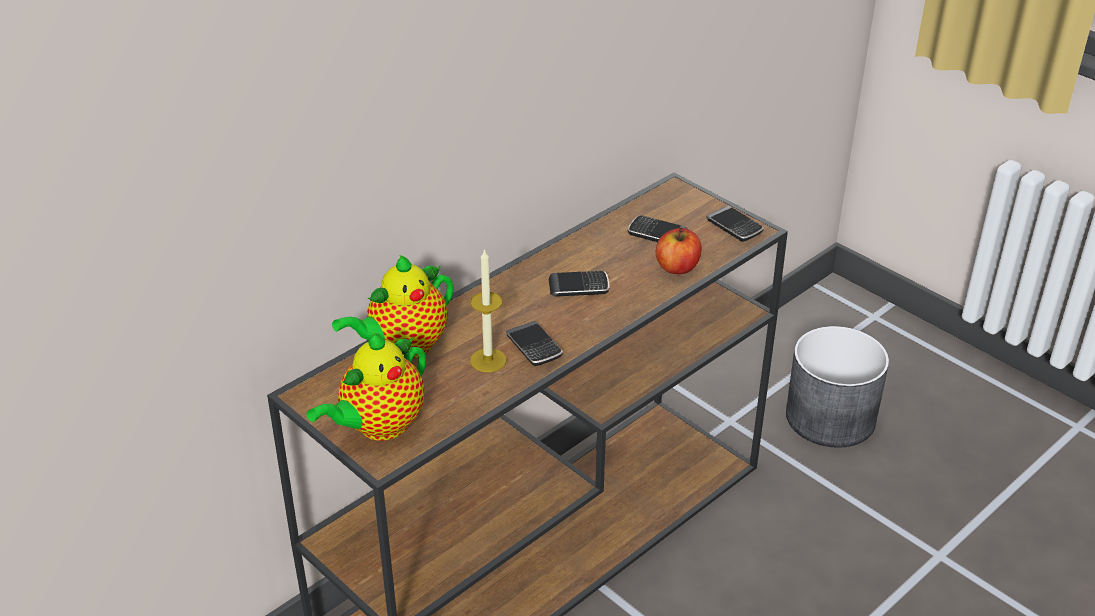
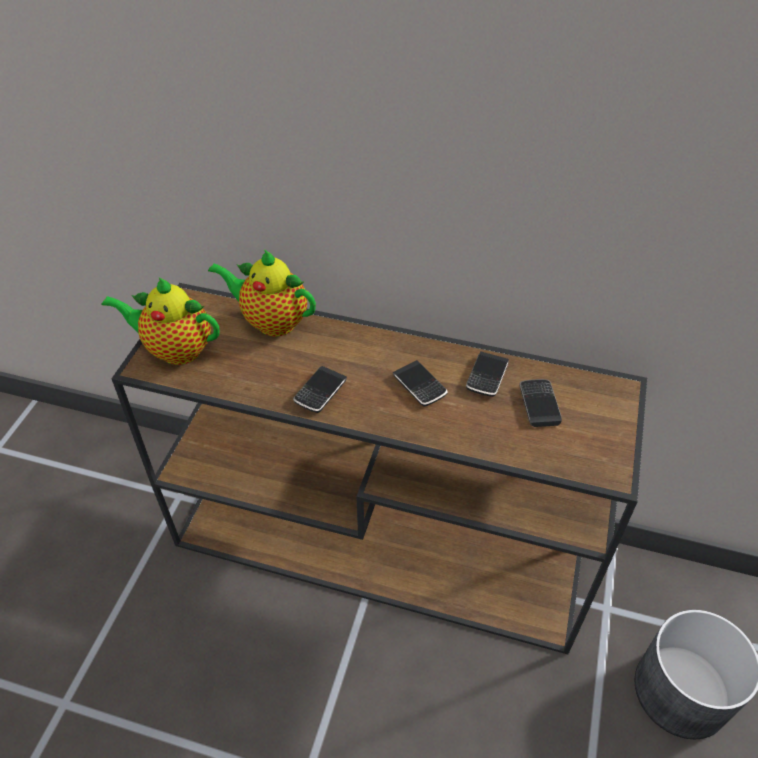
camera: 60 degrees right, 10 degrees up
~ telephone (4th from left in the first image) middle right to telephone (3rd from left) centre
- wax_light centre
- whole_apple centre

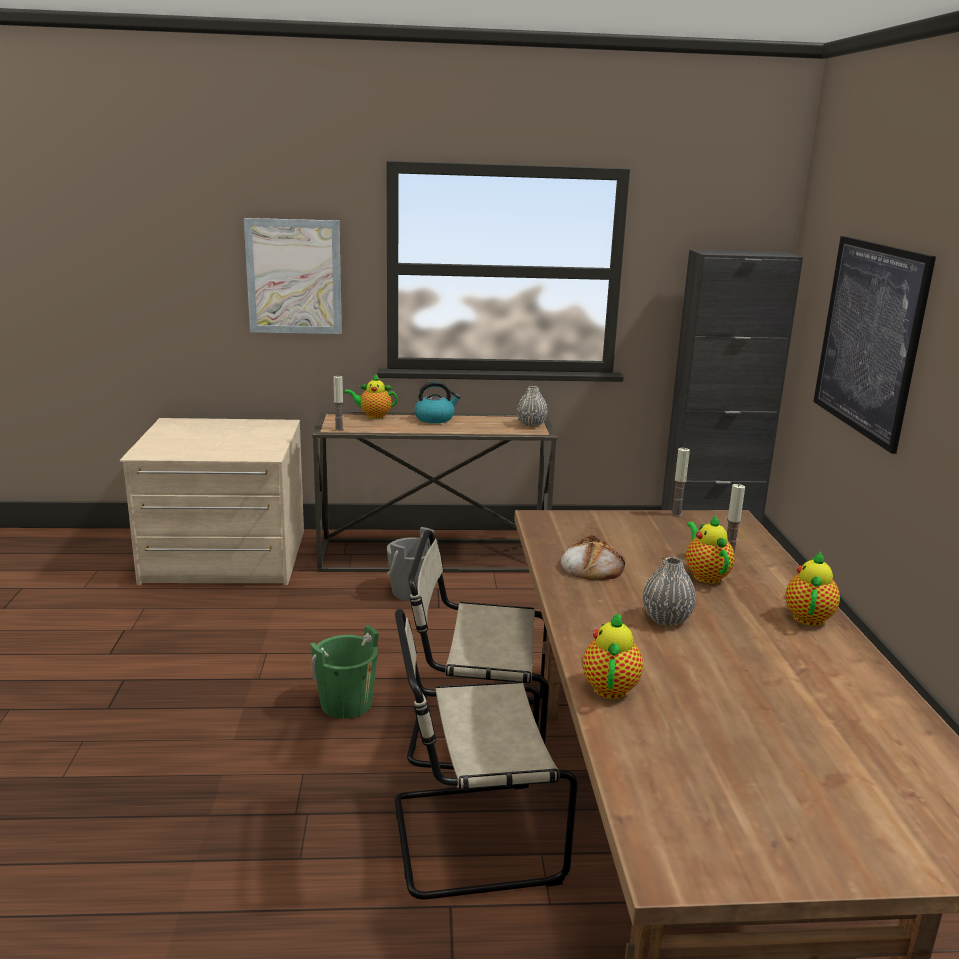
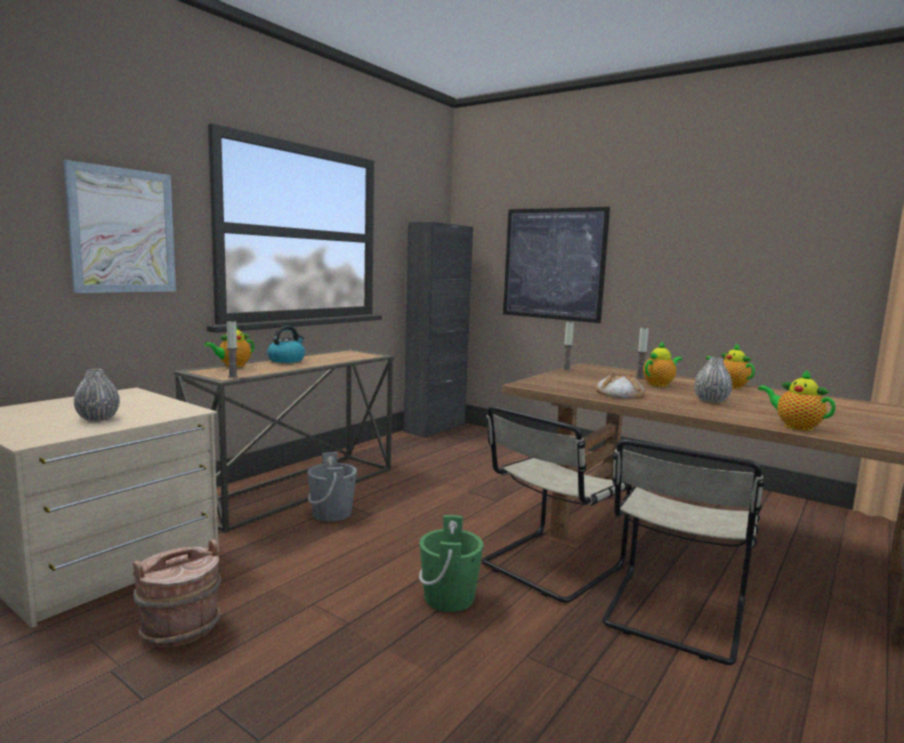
camera: 50 degrees left, 10 degrees down
~ grey_decorative_vase (1st from left) centre to middle left
+ brown_water_bucket bottom left
~ pot_for_tea (3rd from left in the first image) middle right = middle right 120 degrees clockwise

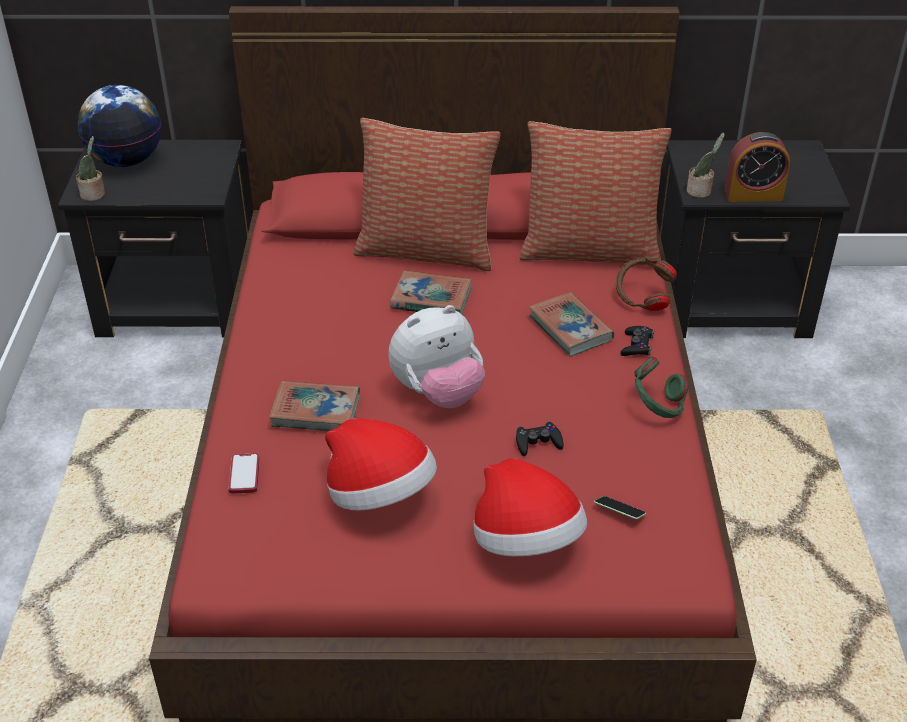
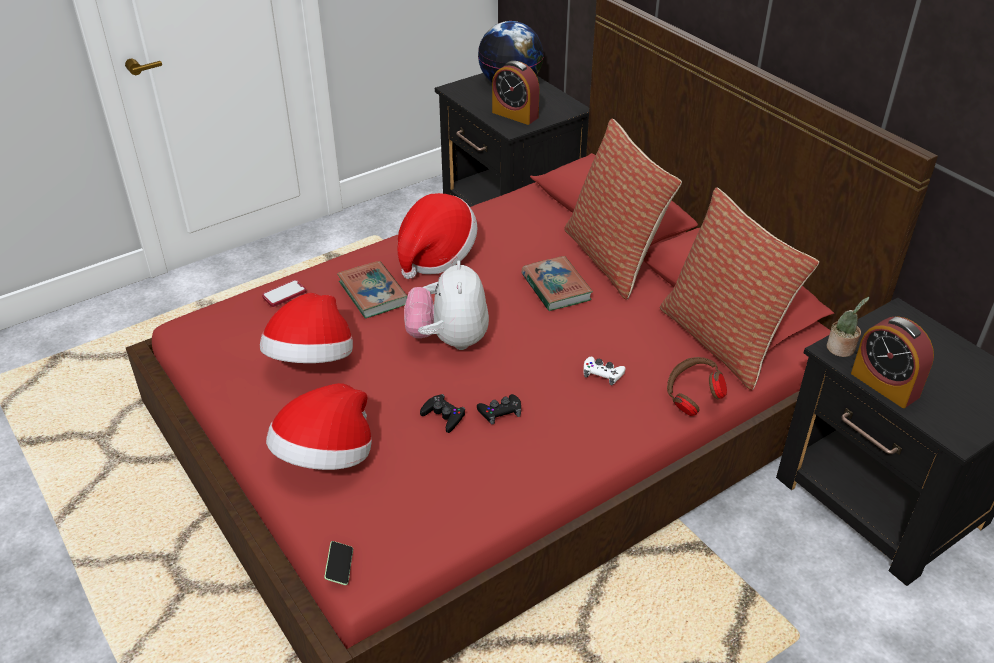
camera: 55 degrees right, 0 degrees up
~ telephone (2nd from left) bottom right to bottom centre
+ wearable_hat (3rd from left) centre
~ cuddly_toy centre = centre 60 degrees clockwise
~ blackish_joypad (2nd from left) middle right to centre
+ bedside_clock (1st from left) top centre
~ book (3rd from left) centre to whitish_joypad centre
- potted_plant (1st from left) top left
- green-coloured_pair_of_headphones middle right

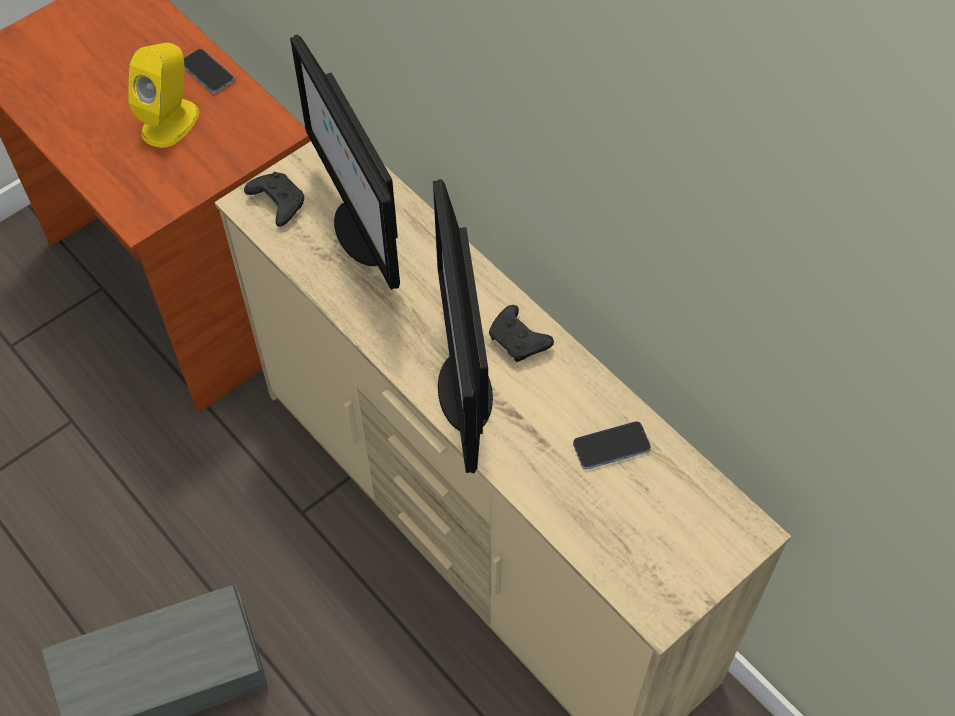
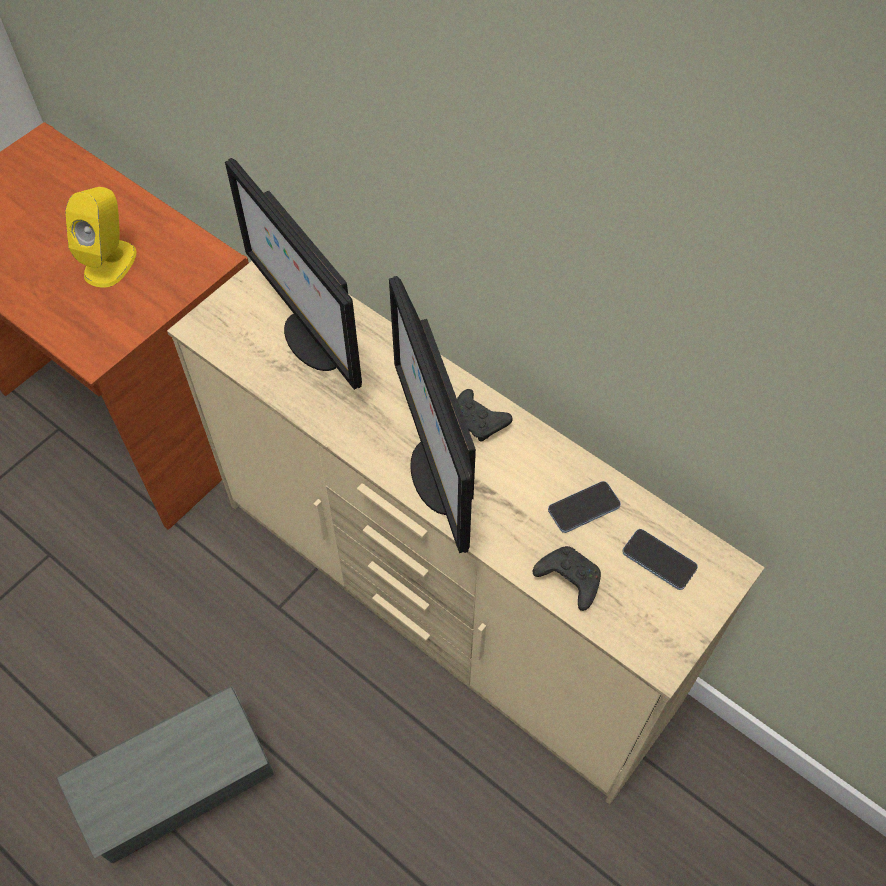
camera: 10 degrees left, 0 degrees up
~ blackish_joypad (1st from left in the first image) top left to blackish_joypad (2nd from left) centre
~ telephone (1st from left in the first image) top left to telephone (2nd from left) middle right

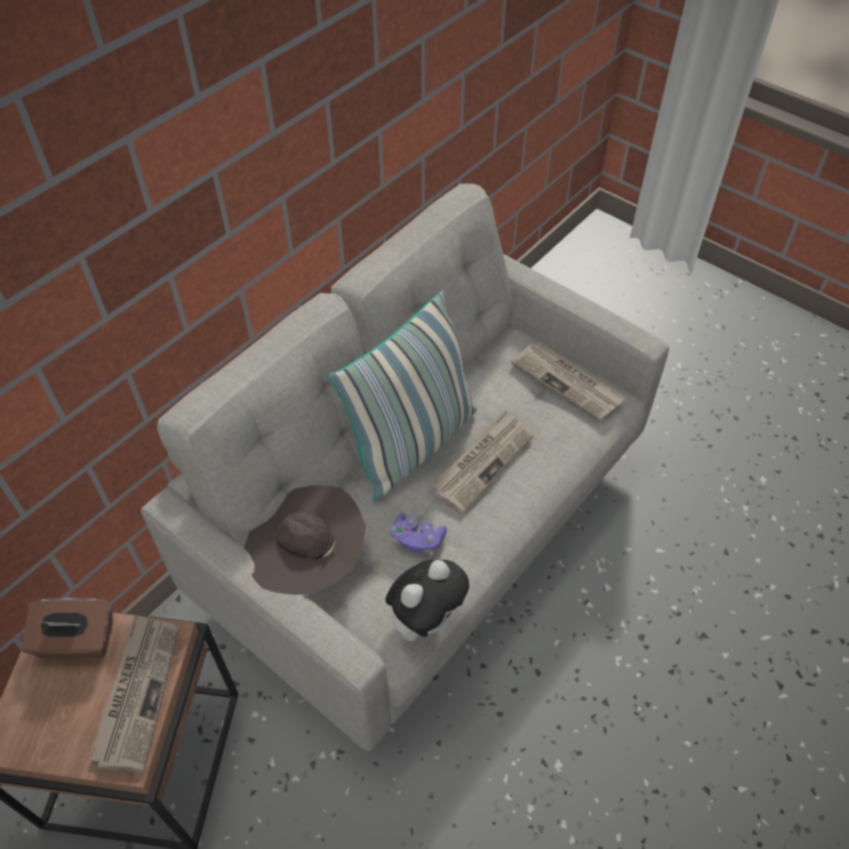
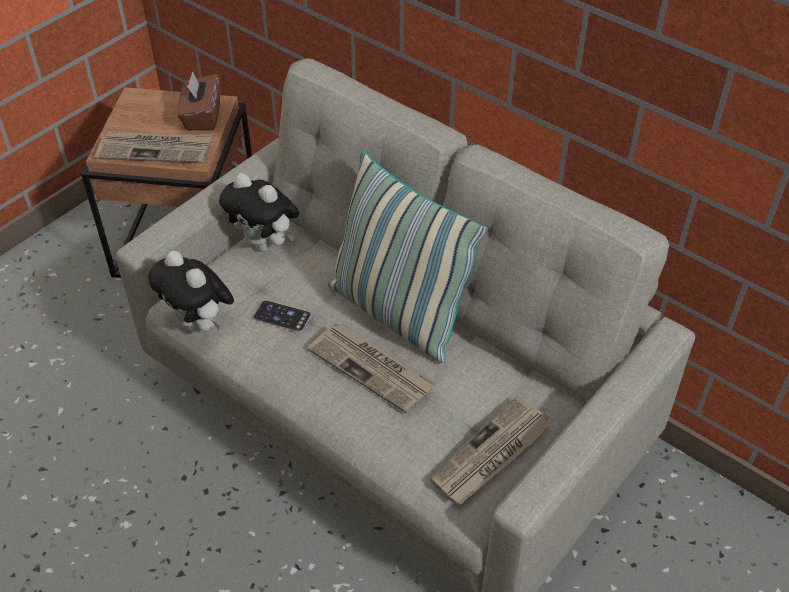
camera: 90 degrees right, 5 degrees down
~ brown_wearable_hat centre to cuddly_toy (2nd from left) middle left
~ purplish_joypad centre to telephone centre

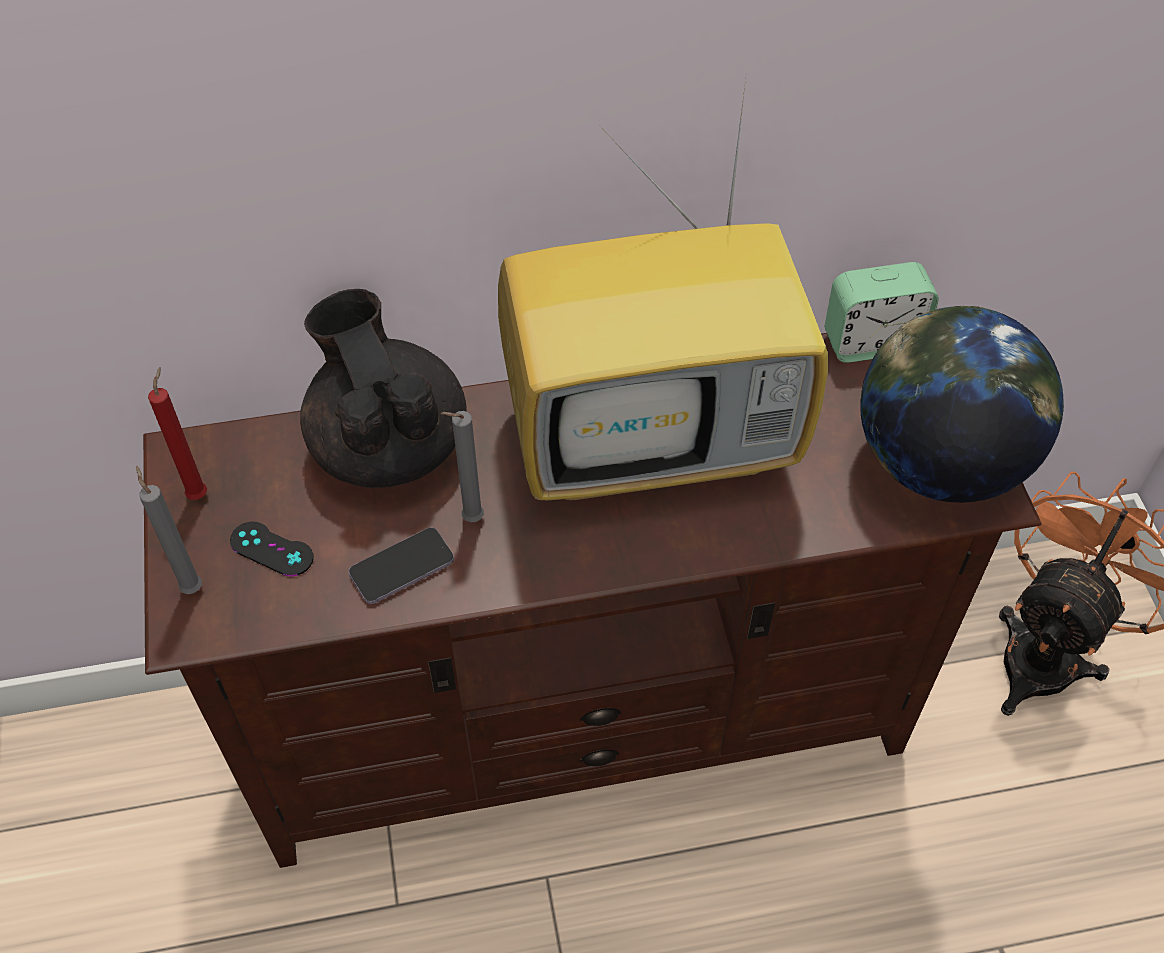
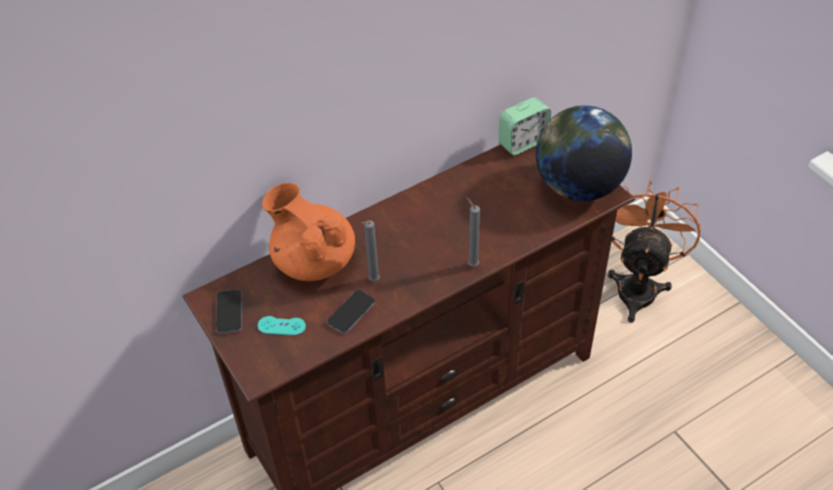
camera: 20 degrees left, 5 degrees down
~ reddish_wax_light middle left to telephone (1st from left) middle left
~ blackish_joypad middle left to turquoise-coloured_joypad centre
~ blackish_pot_for_tea middle left to orange-coloured_pot_for_tea centre
~ grey_wax_light (1st from left in the first image) middle left to grey_wax_light (2nd from left) centre
- TV top centre

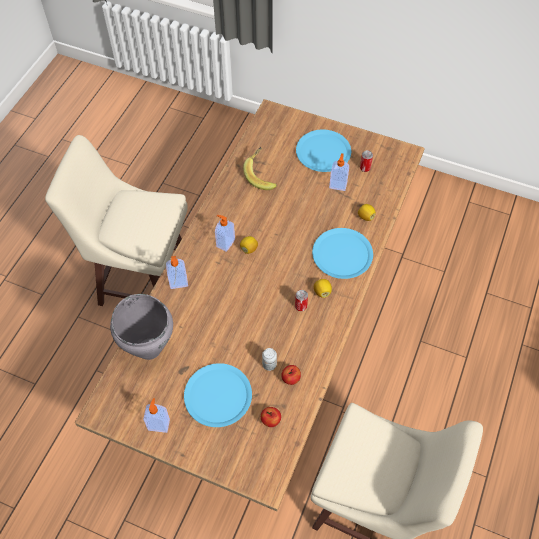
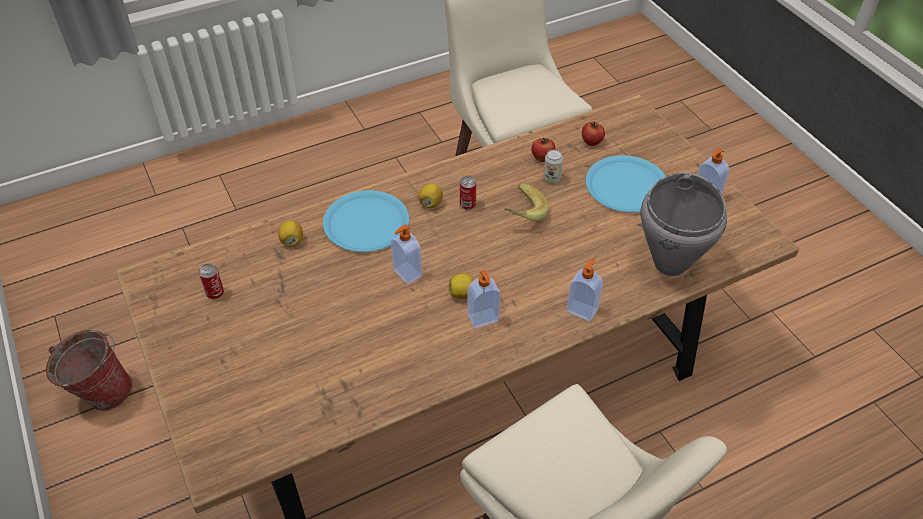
camera: 140 degrees left, 10 degrees down
+ water_bucket bottom left
~ liquid_soap_bottle (4th from left in the first image) top centre to liquid_soap_bottle (1st from left) centre
~ whole_banana top centre to centre
- blue-coloured_dinner_plate (2nd from left) top centre

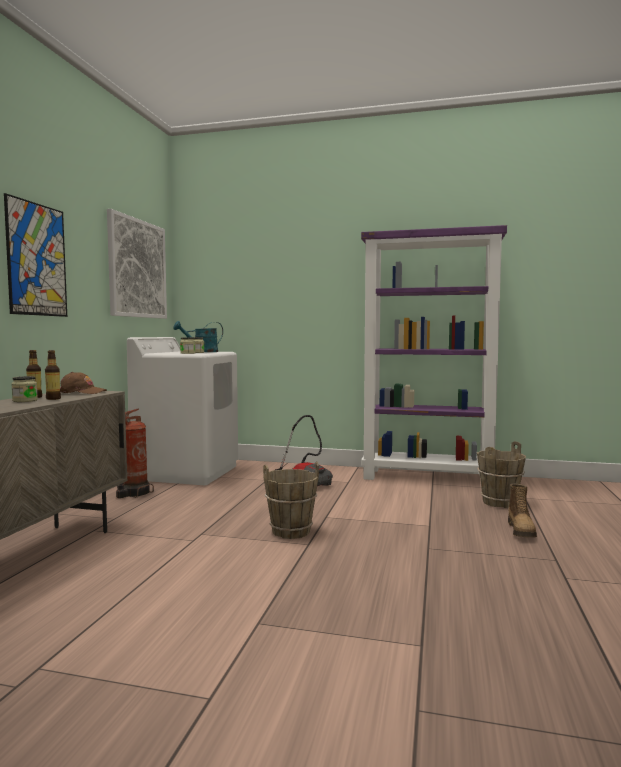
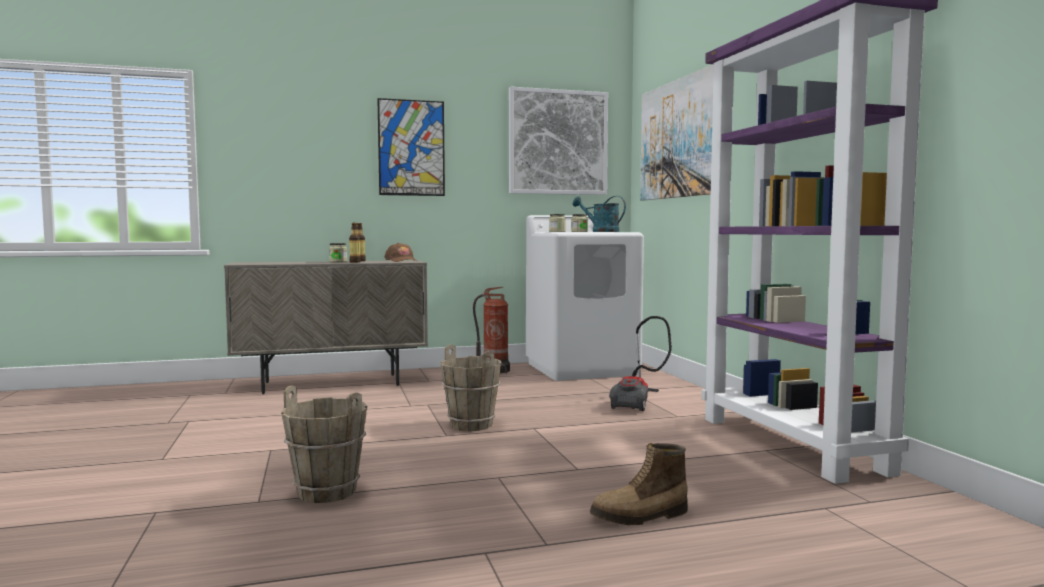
camera: 60 degrees right, 0 degrees up
~ brown_water_bucket (2nd from left in the first image) middle right to brown_water_bucket (1st from left) bottom left
+ wall_picture (3rd from left) top centre

